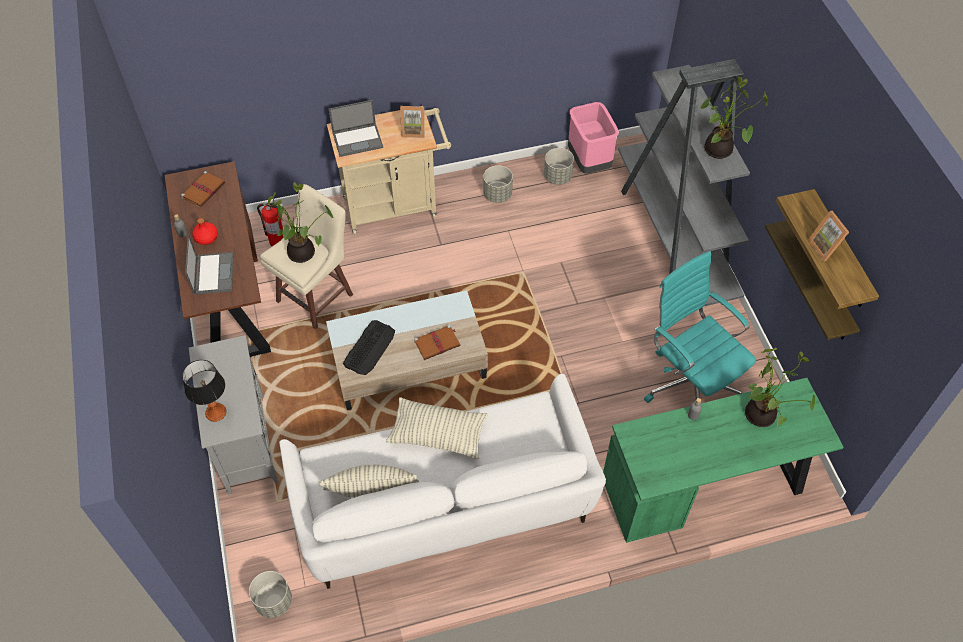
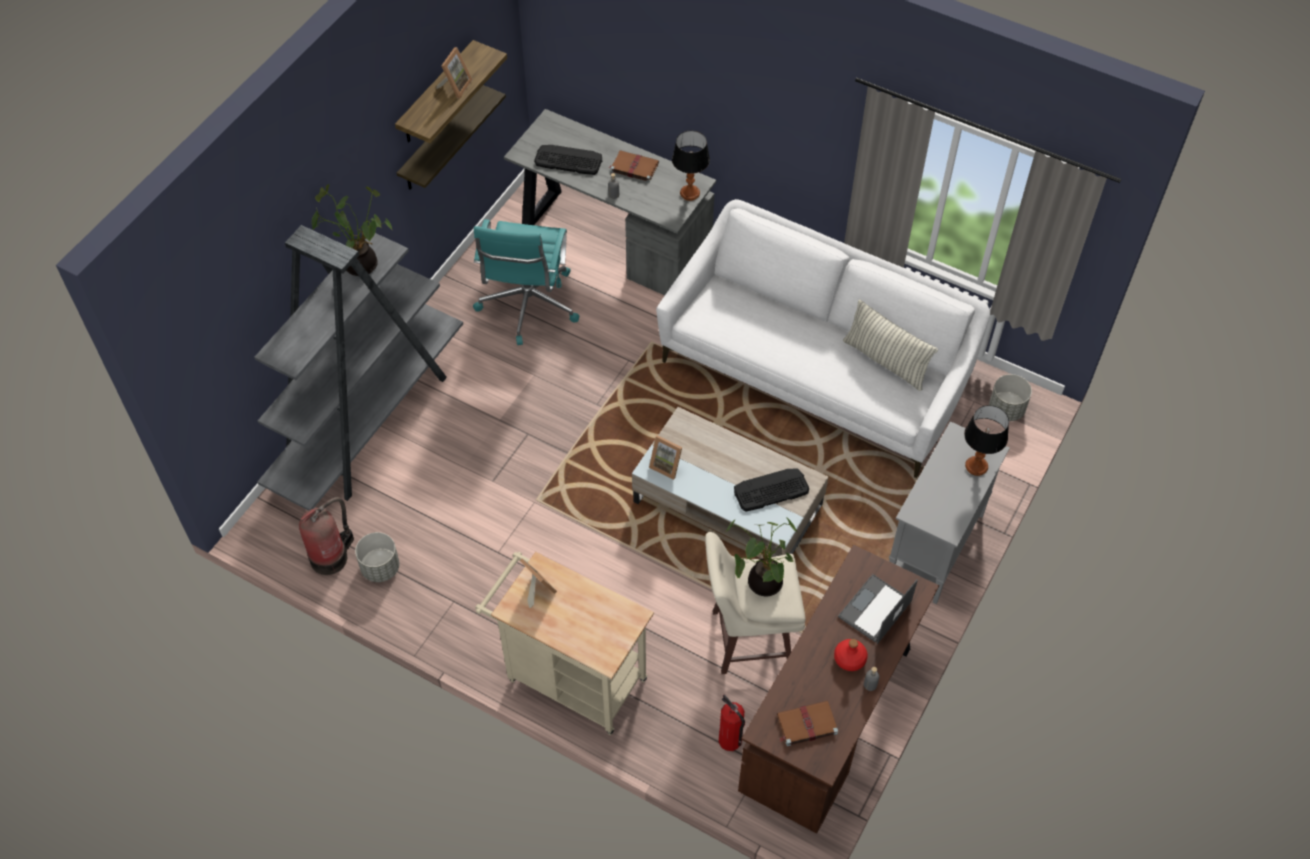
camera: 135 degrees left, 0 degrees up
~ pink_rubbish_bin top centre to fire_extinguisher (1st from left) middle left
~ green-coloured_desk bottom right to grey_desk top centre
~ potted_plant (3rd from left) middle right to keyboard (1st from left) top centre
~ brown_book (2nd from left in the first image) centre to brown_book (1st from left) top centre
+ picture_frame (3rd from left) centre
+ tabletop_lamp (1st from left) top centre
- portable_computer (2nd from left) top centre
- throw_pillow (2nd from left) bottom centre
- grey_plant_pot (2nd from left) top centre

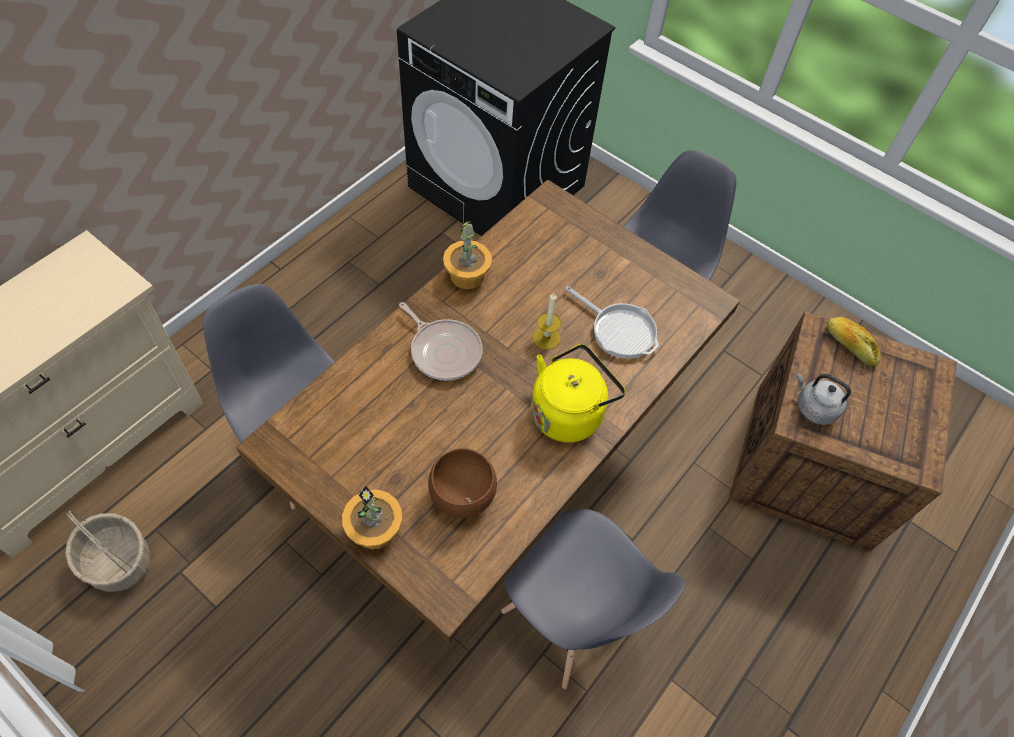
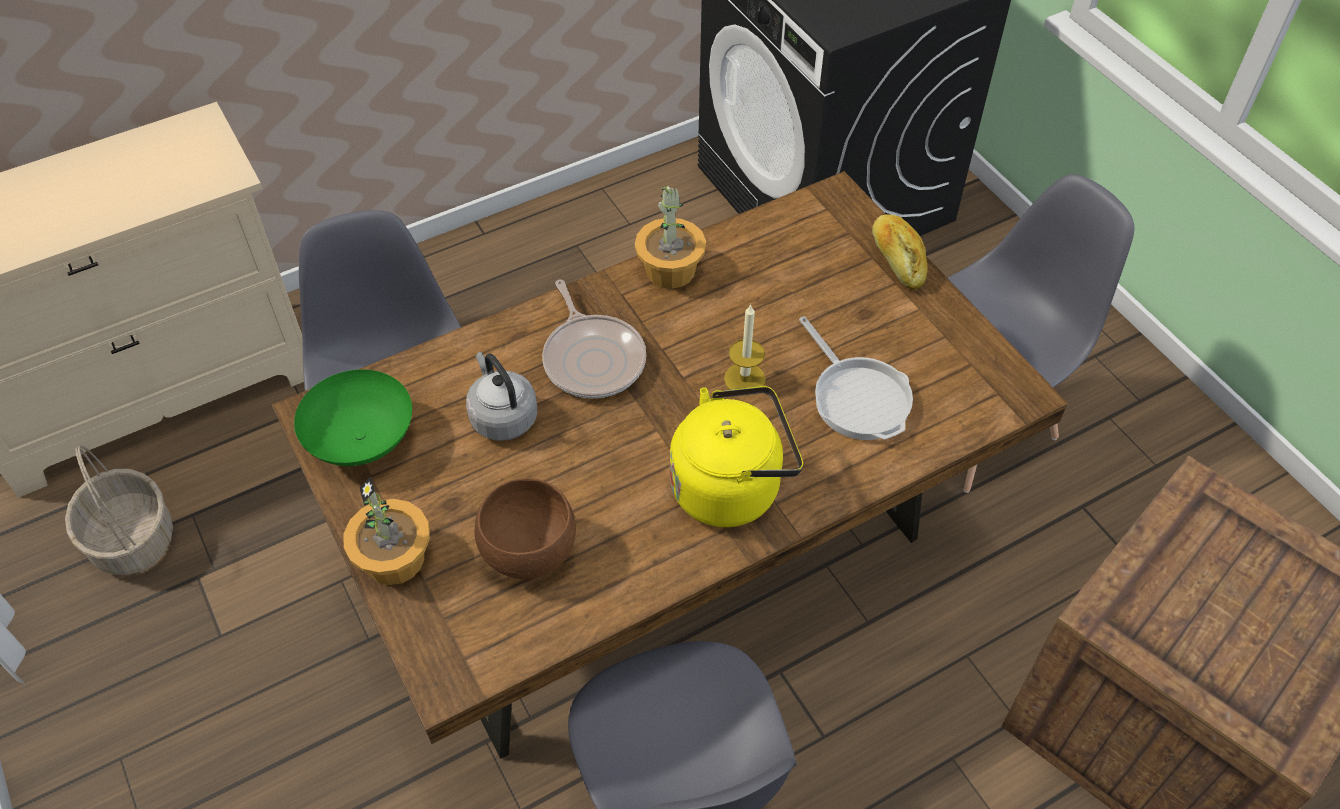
camera: 25 degrees right, 5 degrees down
+ green-coloured_serving_bowl middle left
~ grey_tea_kettle middle right to centre
~ bakery_bread middle right to top right

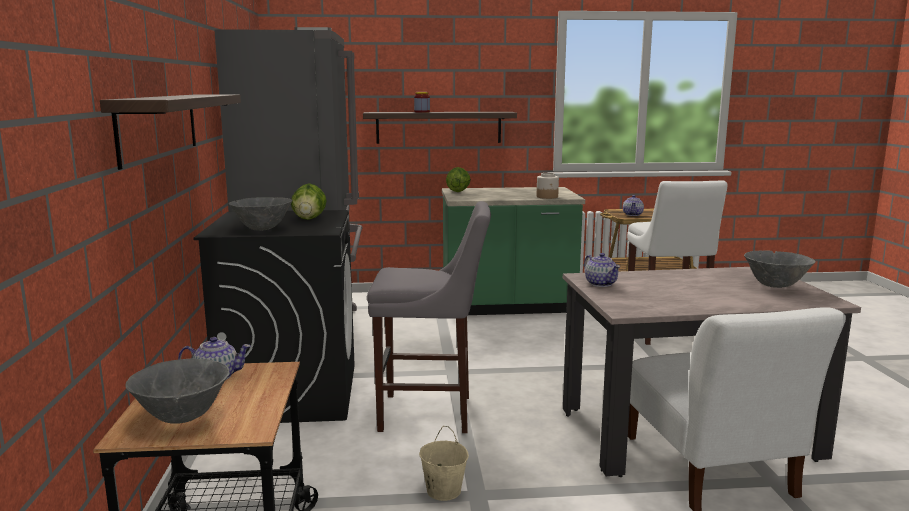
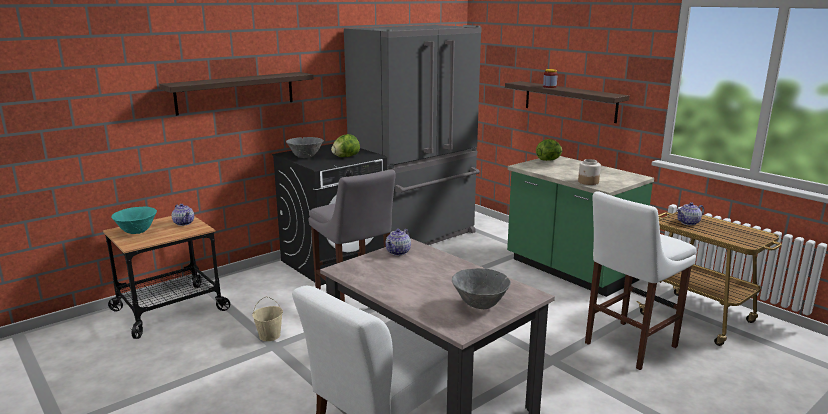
camera: 55 degrees right, 5 degrees up
~ grey_serving_bowl (1st from left) bottom left to turquoise-coloured_serving_bowl middle left

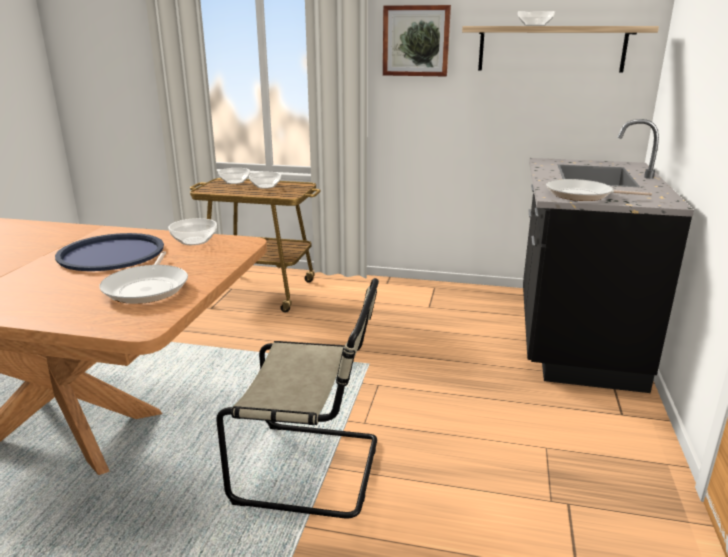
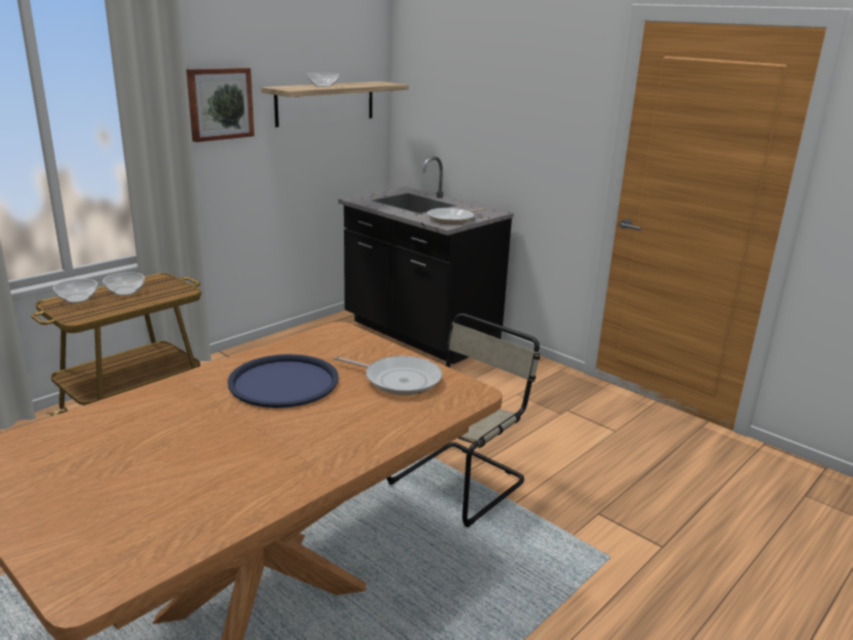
camera: 60 degrees left, 0 degrees up
- serving_bowl (1st from left) middle left

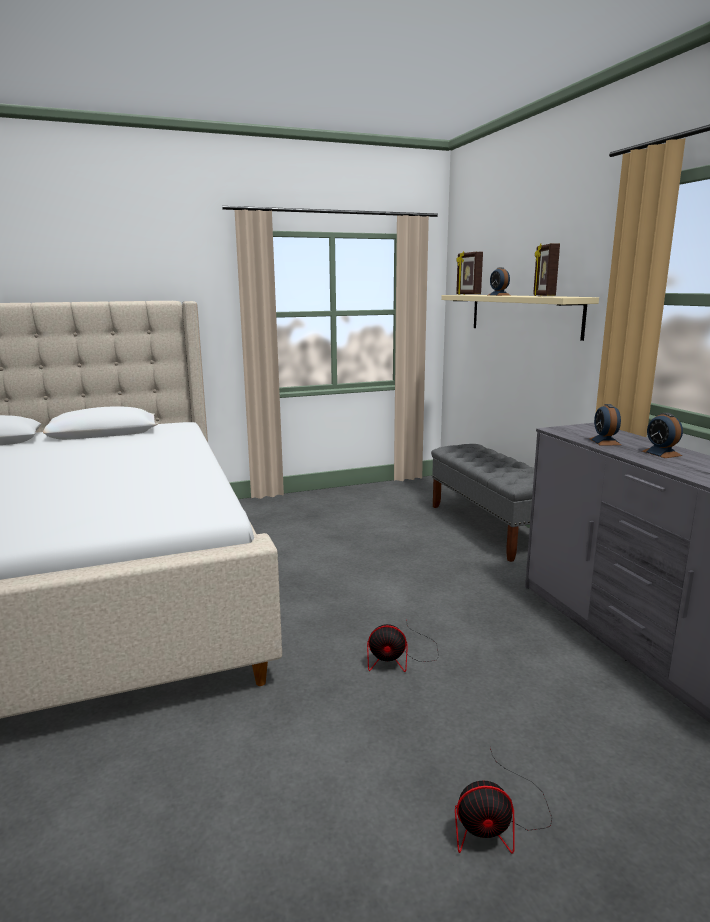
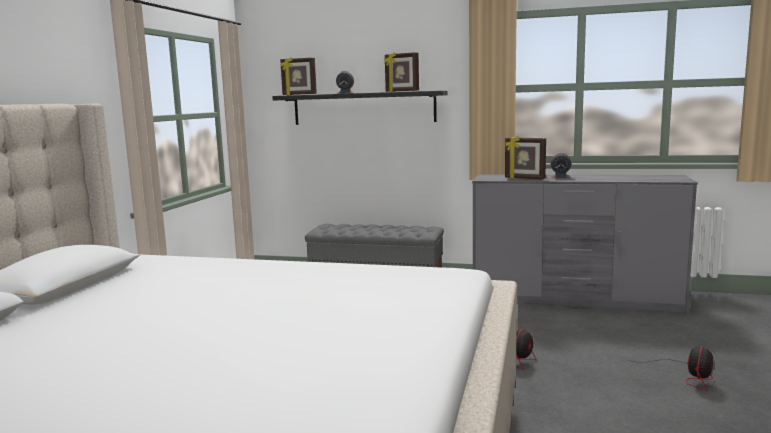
camera: 55 degrees left, 5 degrees down
~ beige_shelf middle right to blackish_shelf top centre
~ bedside_clock (2nd from left) middle right to picture_frame (3rd from left) middle right

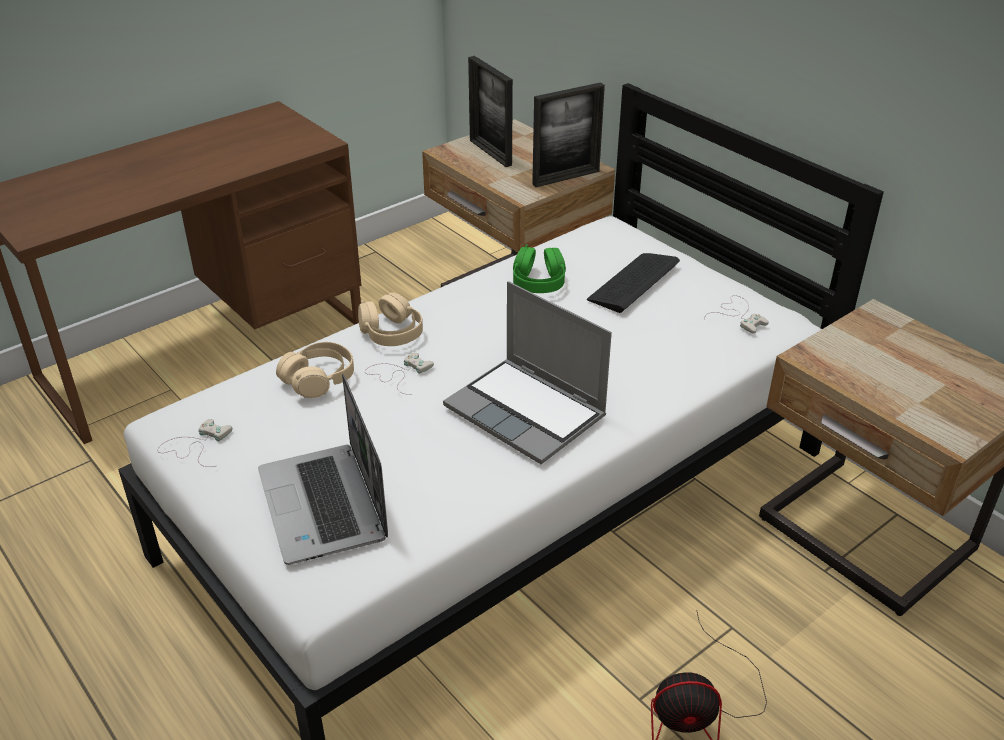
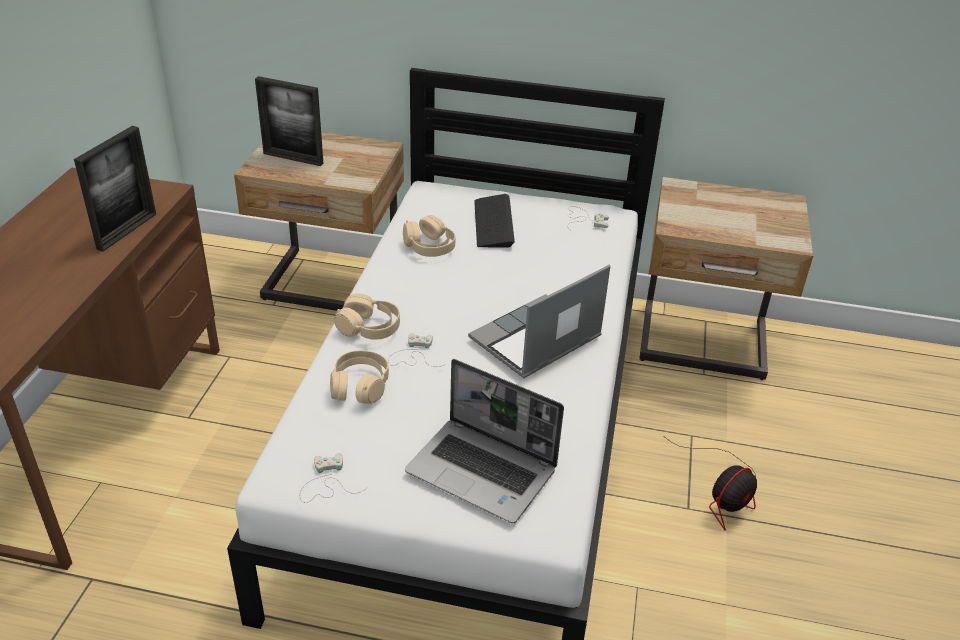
camera: 40 degrees left, 0 degrees up
~ picture_frame (2nd from left in the first image) top centre to picture_frame (1st from left) top left
~ green-coloured_pair_of_headphones centre to beige_pair_of_headphones (3rd from left) centre
~ portable_computer (2nd from left) centre = centre 135 degrees clockwise

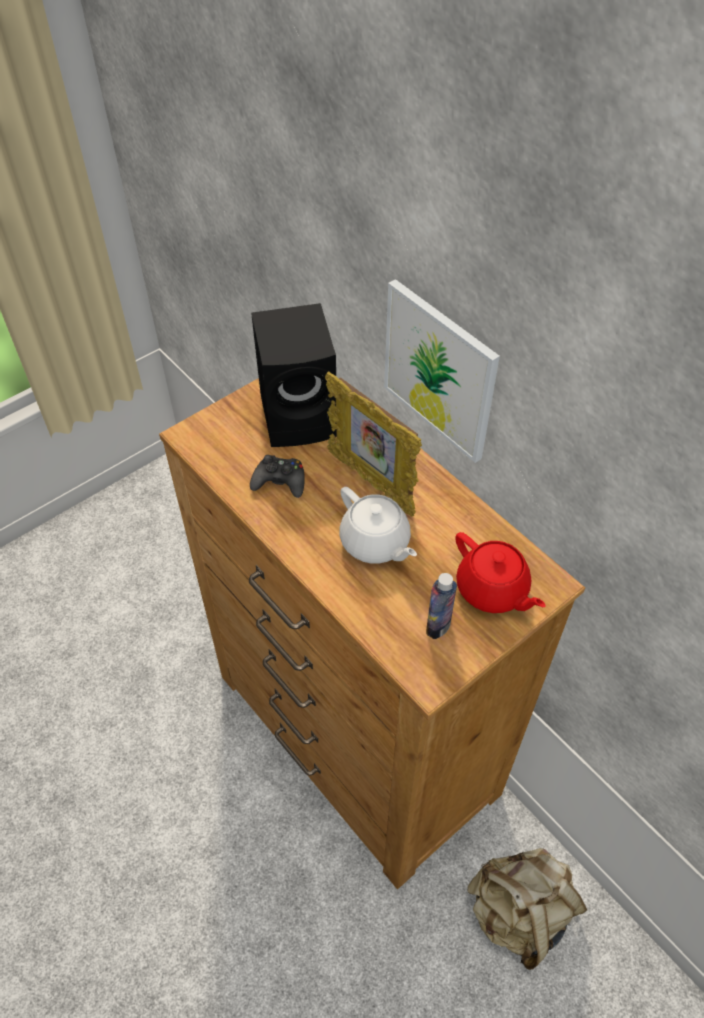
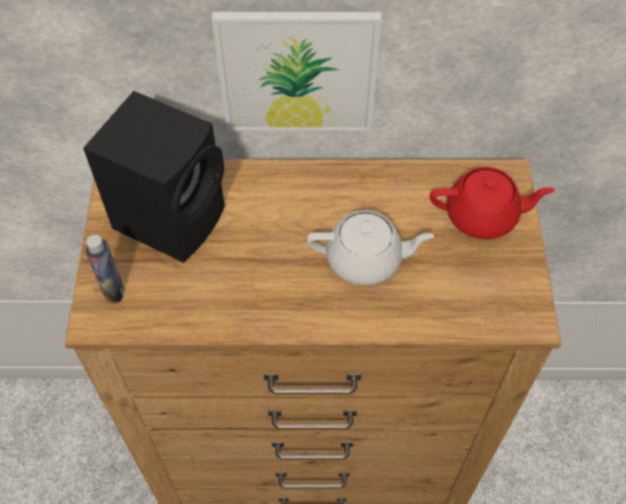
camera: 50 degrees left, 5 degrees up
~ bottle centre to middle left
- blackish_joypad centre
- picture_frame centre
- beige_knapsack bottom right

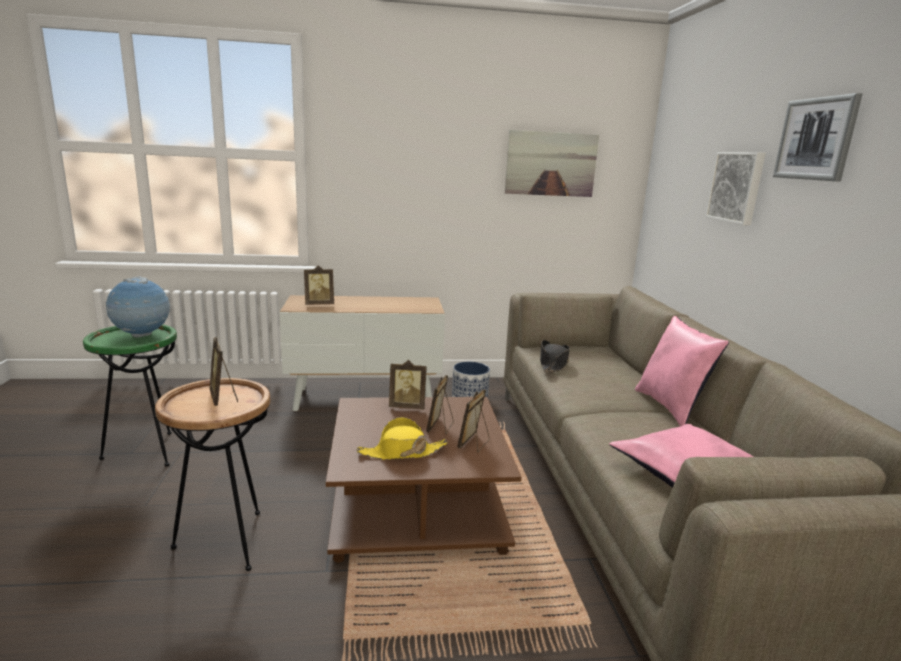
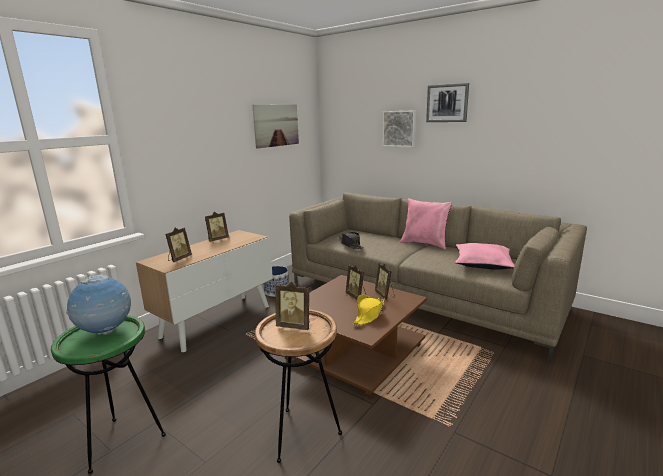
camera: 45 degrees left, 0 degrees up
~ picture_frame (3rd from left in the first image) centre to picture_frame (2nd from left) middle left

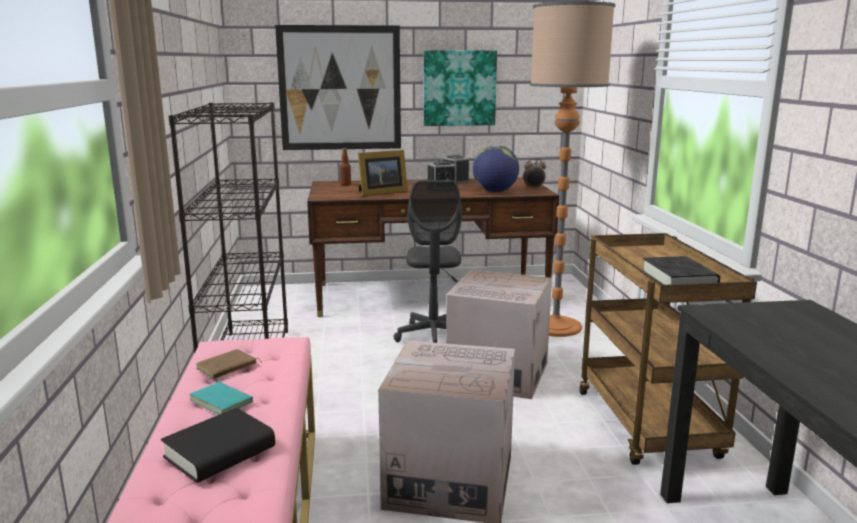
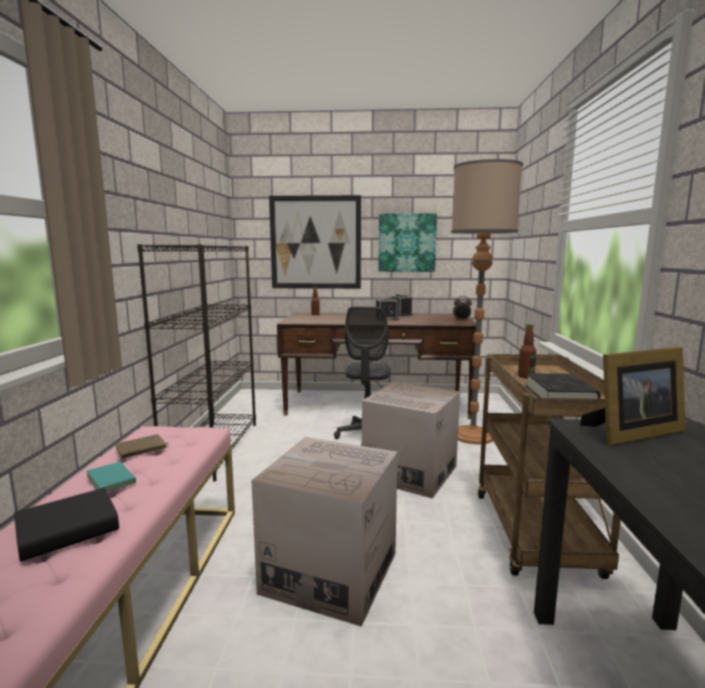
camera: 10 degrees right, 5 degrees down
+ bottle (2nd from left) middle right
~ picture_frame top centre to middle right
- world_globe top centre

